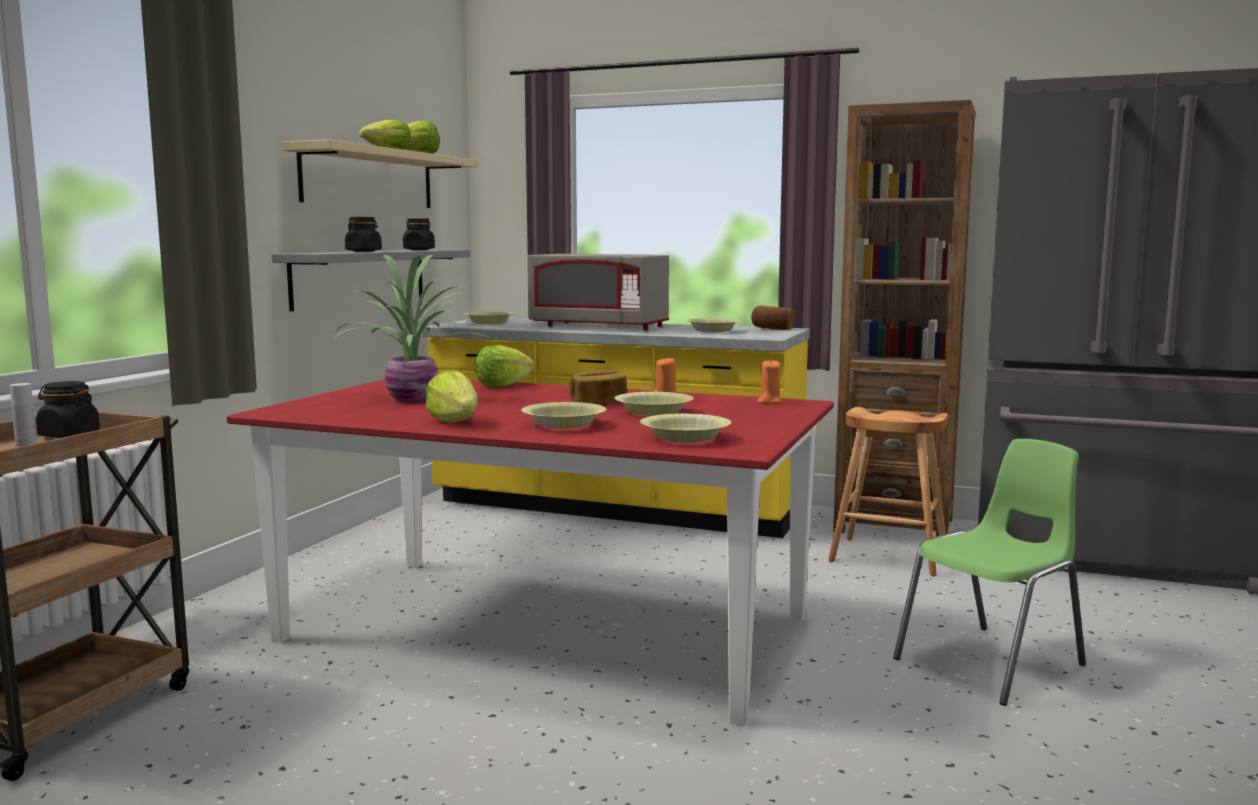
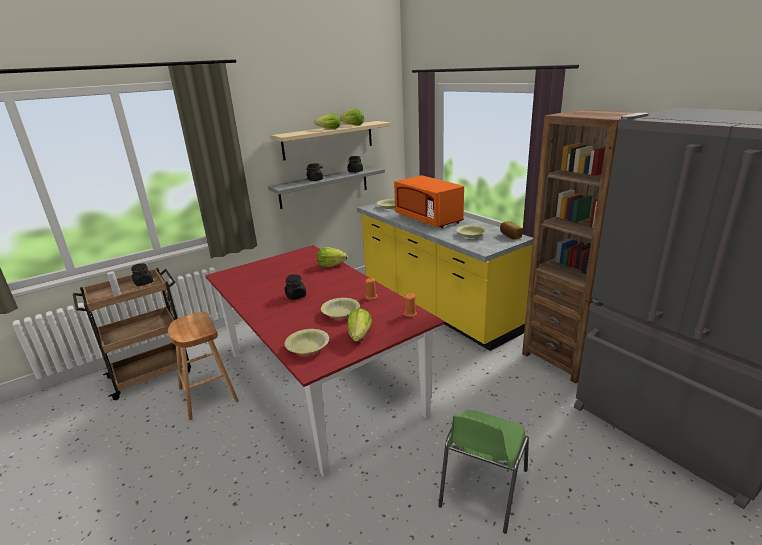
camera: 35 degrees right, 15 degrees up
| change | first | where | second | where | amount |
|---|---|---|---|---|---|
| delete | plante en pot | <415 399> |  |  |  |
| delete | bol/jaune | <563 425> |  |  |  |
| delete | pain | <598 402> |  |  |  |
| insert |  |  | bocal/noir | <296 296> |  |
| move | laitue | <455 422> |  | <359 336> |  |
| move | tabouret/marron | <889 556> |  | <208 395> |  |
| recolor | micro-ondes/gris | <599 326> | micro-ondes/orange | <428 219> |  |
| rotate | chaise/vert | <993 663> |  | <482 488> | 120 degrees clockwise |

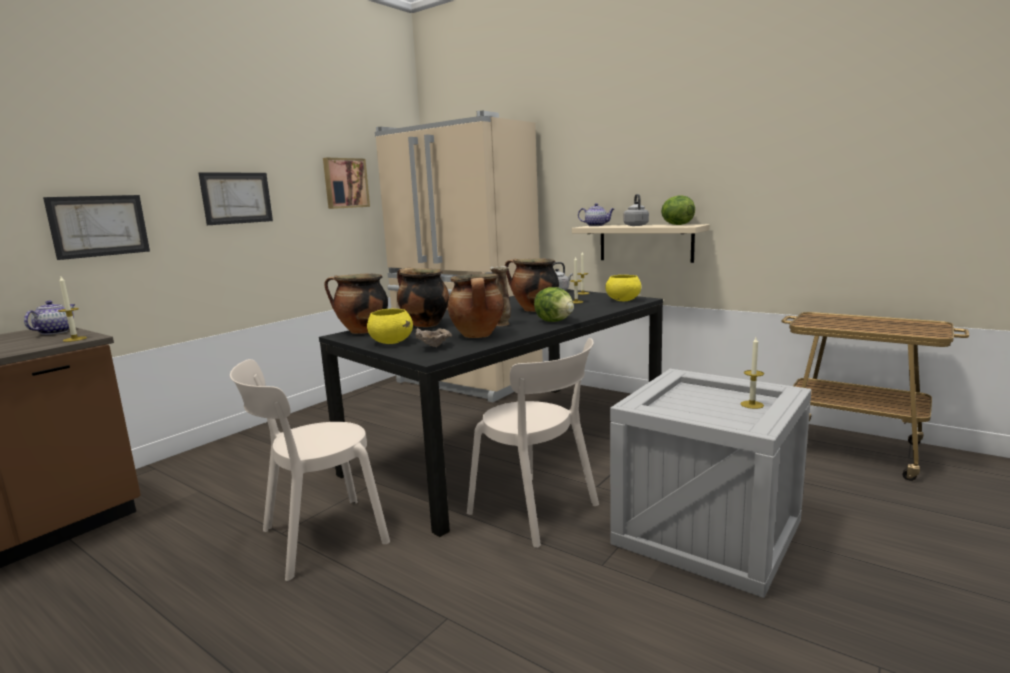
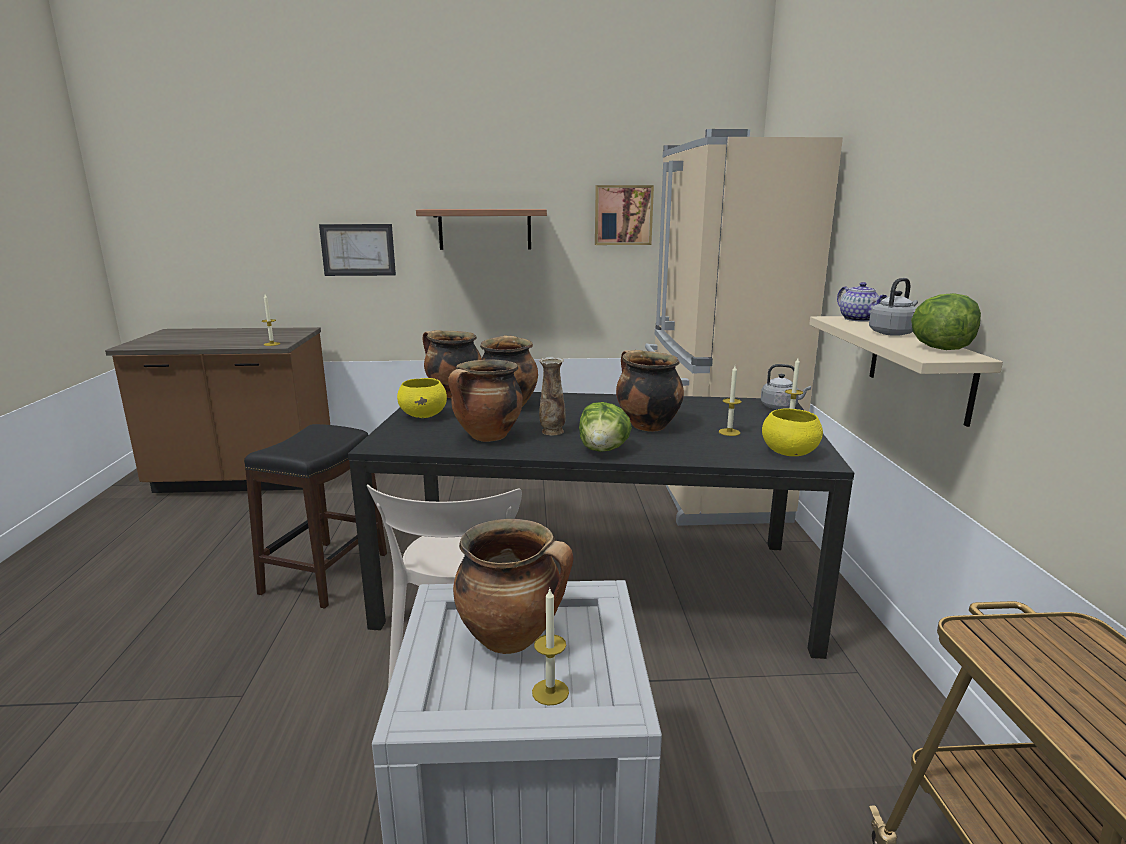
camera: 50 degrees right, 5 degrees up
| change | first | where | second | where | amount |
|---|---|---|---|---|---|
| delete | théière | <55 332> |  |  |  |
| delete | bol/beige | <434 347> |  |  |  |
| insert |  |  | marmite | <513 638> |  |
| replace | tableau | <236 198> | étagère | <485 229> |  |
| replace | chaise/beige | <317 538> | tabouret/noir | <324 573> |  |

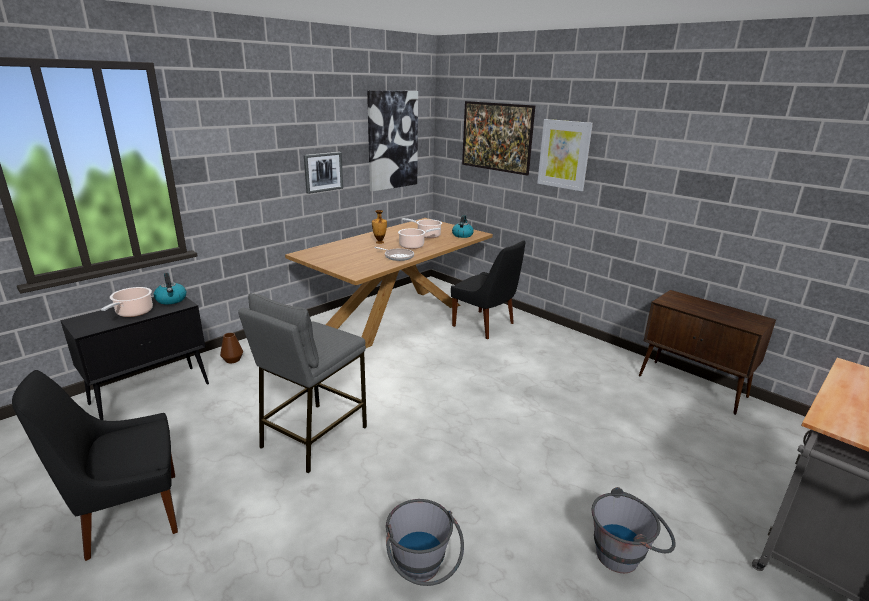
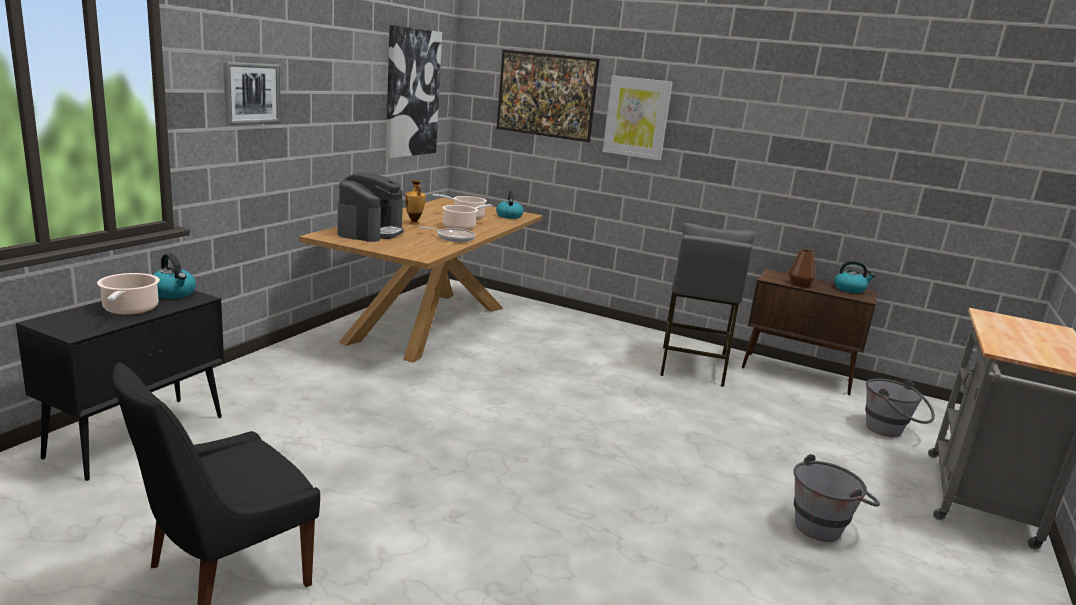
camera: 20 degrees left, 5 degrees down
| change | first | where | second | where | amount |
|---|---|---|---|---|---|
| delete | chaise/noir | <485 325> |  |  |  |
| insert |  |  | machine à café | <370 232> |  |
| insert |  |  | bouilloire | <849 289> |  |
| move | vase/marron | <232 360> |  | <799 284> |  |
| move | tabouret/gris | <313 436> |  | <692 366> |  |
| move | tableau | <323 172> |  | <251 93> |  |
| move | seau/gris | <422 571> |  | <891 431> |  |

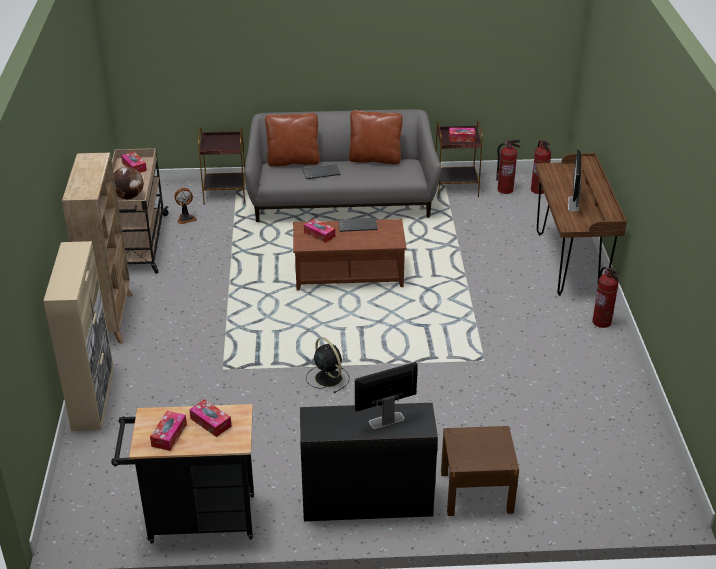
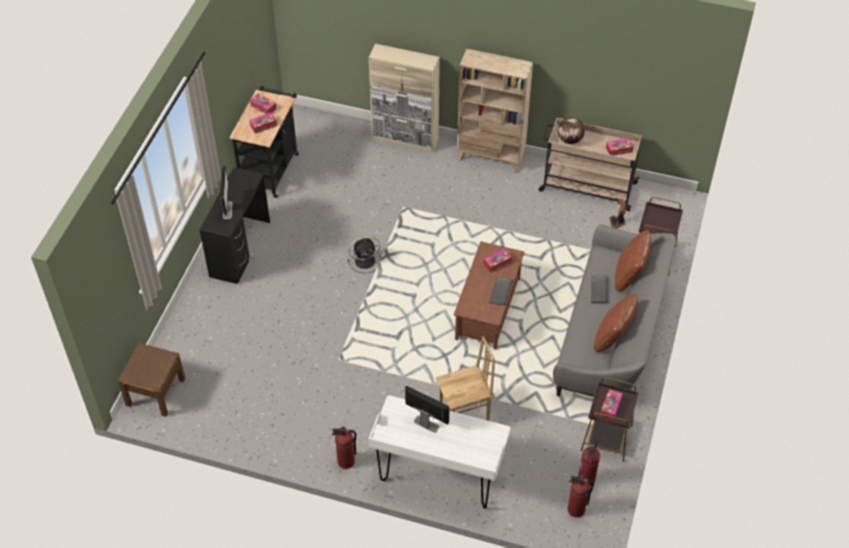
camera: 110 degrees right, 15 degrees up
| change | first | where | second | where | amount |
|---|---|---|---|---|---|
| insert |  |  | chaise/marron | <464 414> |  |
| move | table de chevet/marron | <476 492> |  | <155 392> |  |
| recolor | bureau/marron | <569 263> | bureau/blanc | <439 477> |  |

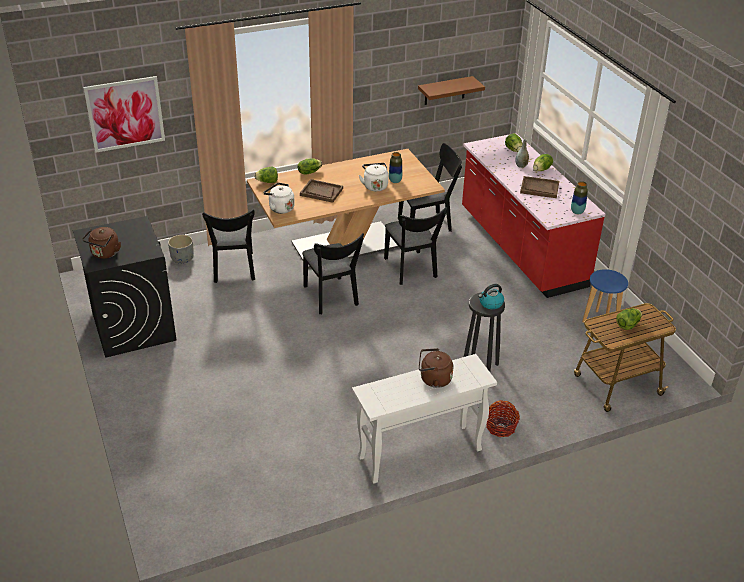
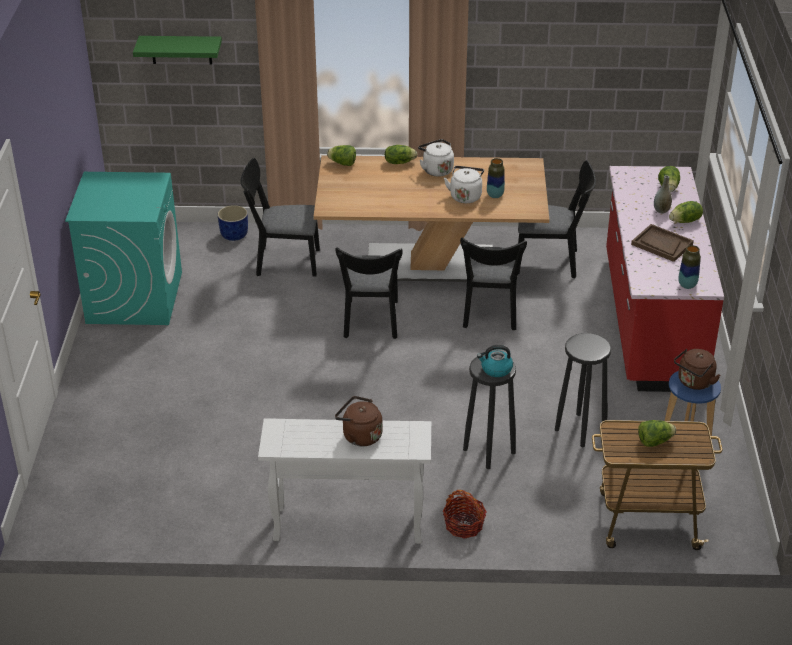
camera: 25 degrees right, 0 degrees up
| change | first | where | second | where | amount |
|---|---|---|---|---|---|
| delete | plateau/marron | <321 192> |  |  |  |
| delete | étagère/marron | <445 91> |  |  |  |
| insert |  |  | tabouret/noir | <579 430> |  |
| move | bouilloire/marron | <104 254> |  | <694 382> |  |
| move | bouilloire/blanc | <280 208> |  | <436 170> |  |
| replace | tableau | <125 114> | étagère/vert | <181 50> |  |
| recolor | lave-linge/noir | <133 326> | lave-linge/turquoise | <134 297> |  |
| recolor | cache-pot/gris | <182 259> | cache-pot/bleu | <233 235> |  |
| rotate | chaise/noir | <234 270> |  | <282 262> | 75 degrees clockwise |

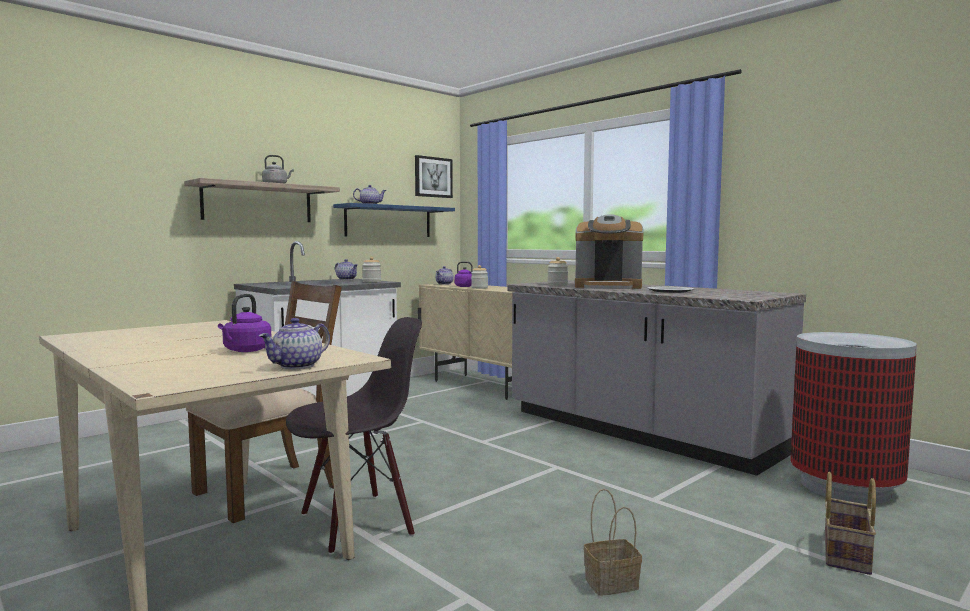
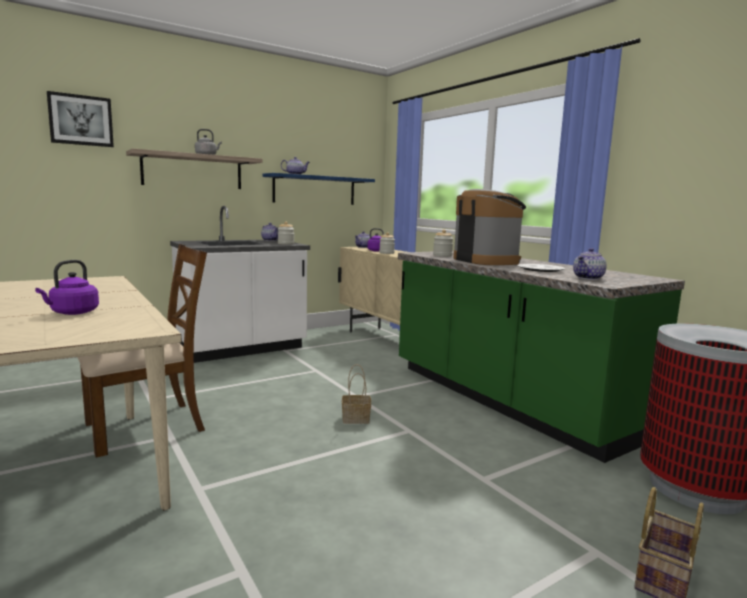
camera: 10 degrees right, 5 degrees up
| change | first | where | second | where | amount |
|---|---|---|---|---|---|
| delete | chaise/noir | <357 523> |  |  |  |
| move | théière | <297 366> |  | <588 278> |  |
| move | tableau | <433 177> |  | <81 120> |  |
| move | panier | <612 582> |  | <357 418> |  |
| recolor | comptoir de cuisine/gris | <638 431> | comptoir de cuisine/vert | <506 400> |  |
| rotate | machine à café | <608 287> |  | <486 261> | 135 degrees counterclockwise |

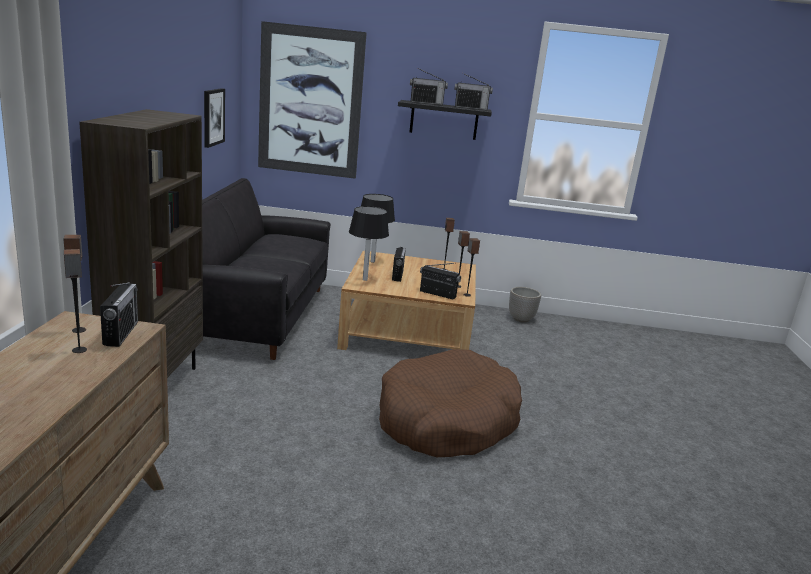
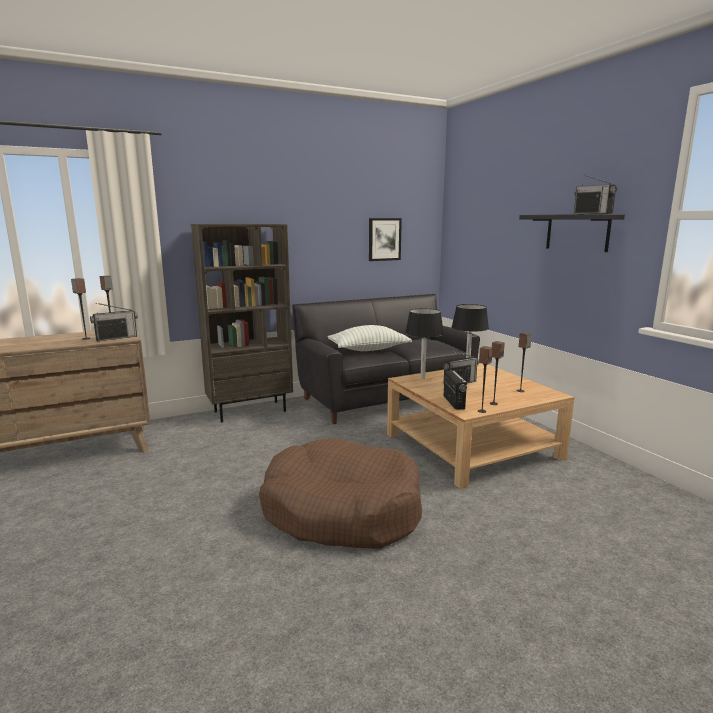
camera: 60 degrees right, 5 degrees down
| change | first | where | second | where | amount |
|---|---|---|---|---|---|
| delete | tableau | <310 102> |  |  |  |
| delete | radio | <426 103> |  |  |  |
| delete | cache-pot | <521 319> |  |  |  |
| insert |  |  | coussin | <369 350> |  |

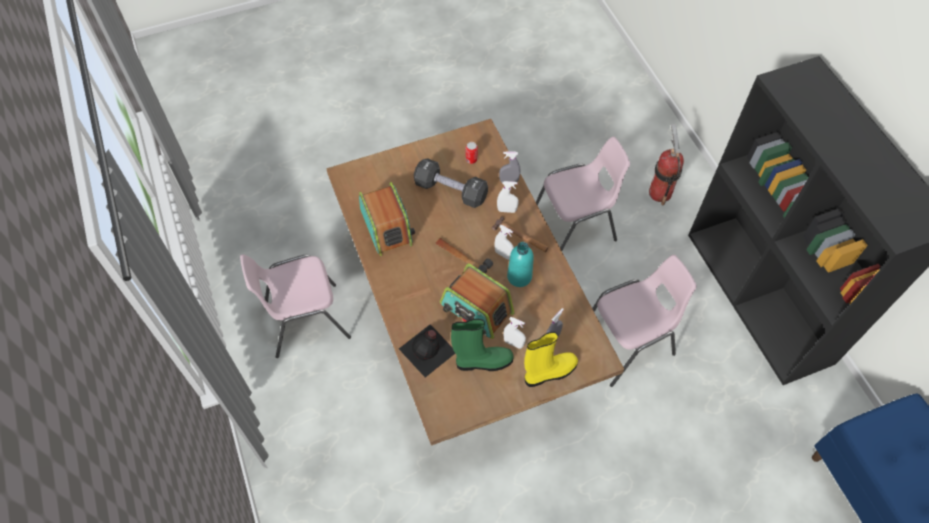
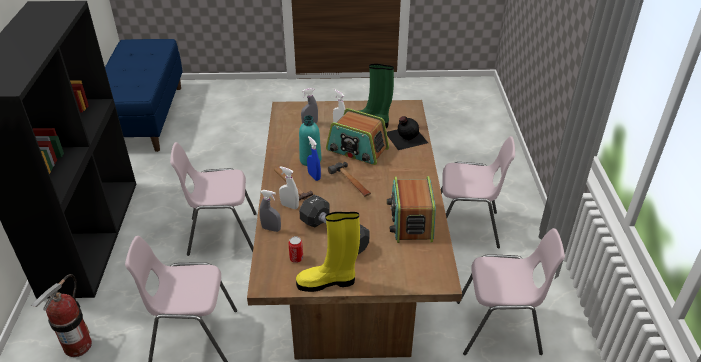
camera: 160 degrees left, 20 degrees down
| change | first | where | second | where | amount |
|---|---|---|---|---|---|
| insert |  |  | chaise/rose | <466 228> |  |
| move | botte/jaune | <548 372> |  | <328 282> |  |
| recolor | vaporisateur/blanc | <503 254> | vaporisateur/bleu | <314 176> |  |
| rotate | radio | <476 309> |  | <357 150> | 150 degrees clockwise |

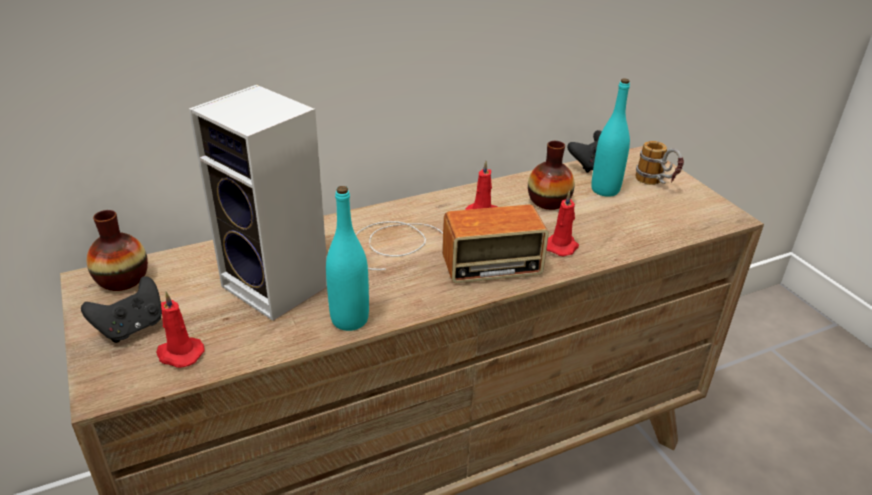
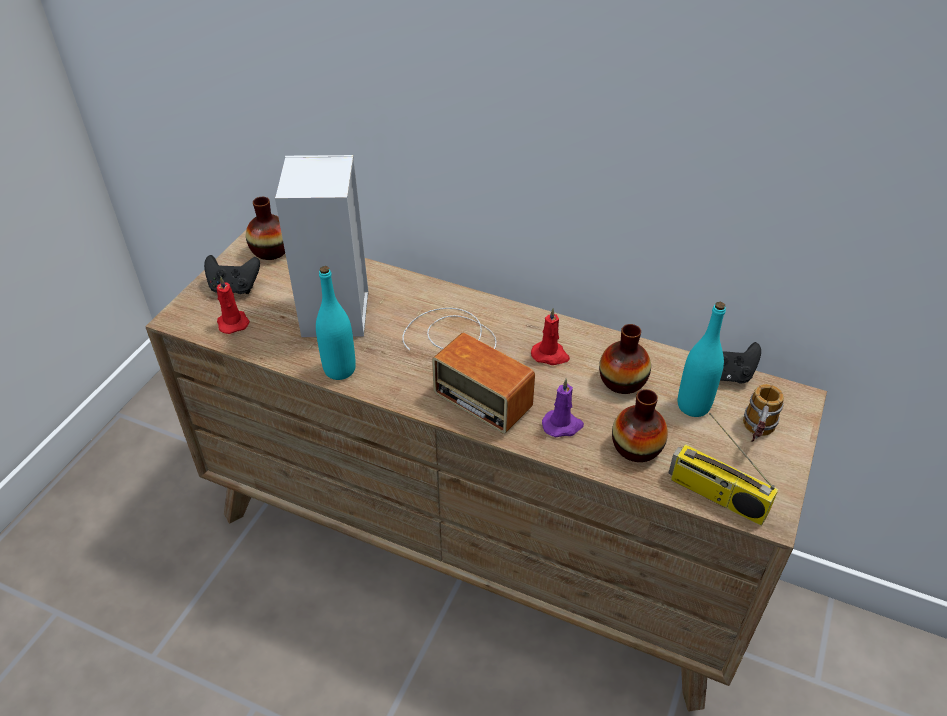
camera: 50 degrees right, 10 degrees up
| change | first | where | second | where | amount |
|---|---|---|---|---|---|
| insert |  |  | vase | <636 447> |  |
| insert |  |  | radio | <716 496> |  |
| recolor | bougie/rouge | <561 246> | bougie/violet | <562 425> |  |

